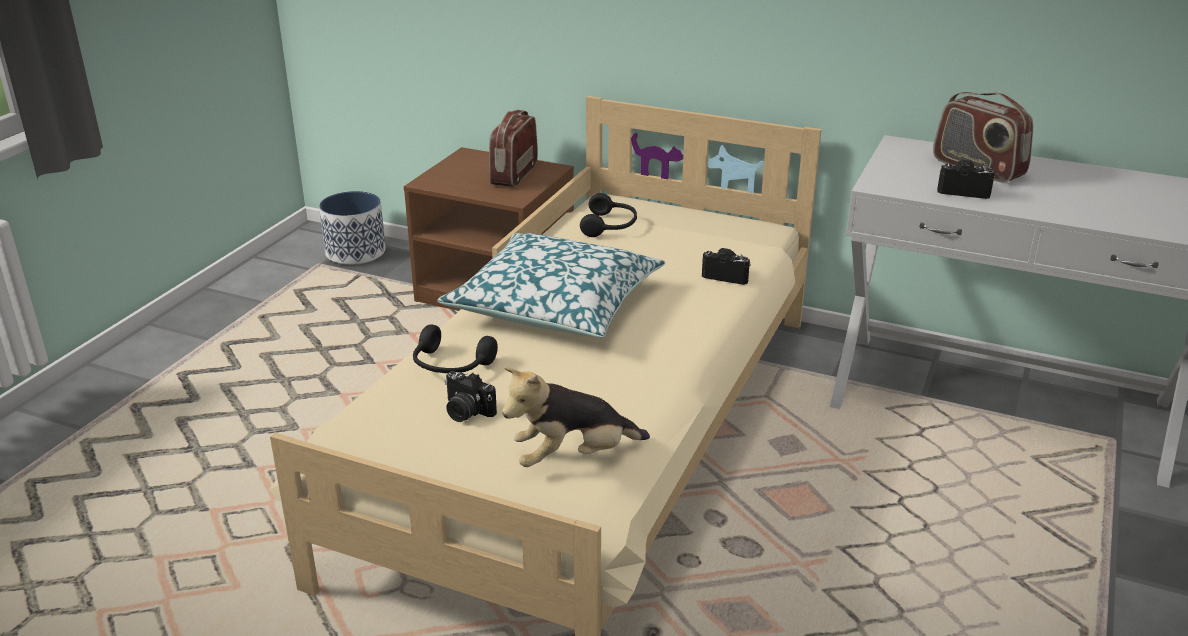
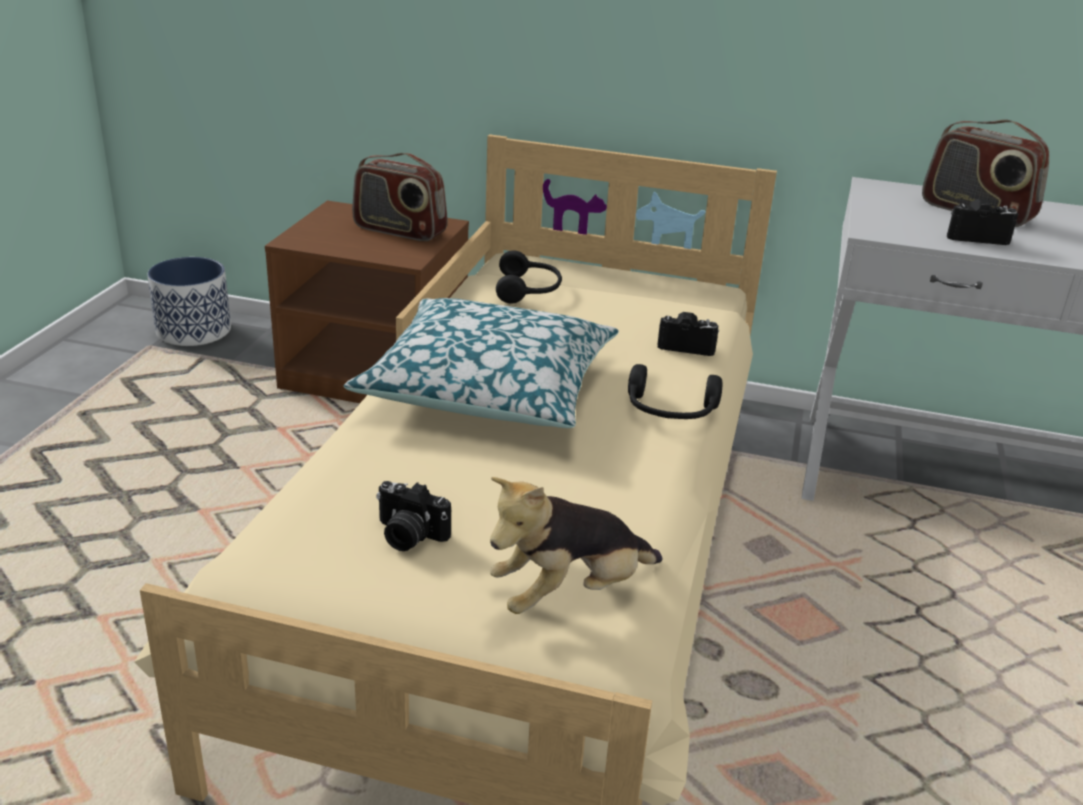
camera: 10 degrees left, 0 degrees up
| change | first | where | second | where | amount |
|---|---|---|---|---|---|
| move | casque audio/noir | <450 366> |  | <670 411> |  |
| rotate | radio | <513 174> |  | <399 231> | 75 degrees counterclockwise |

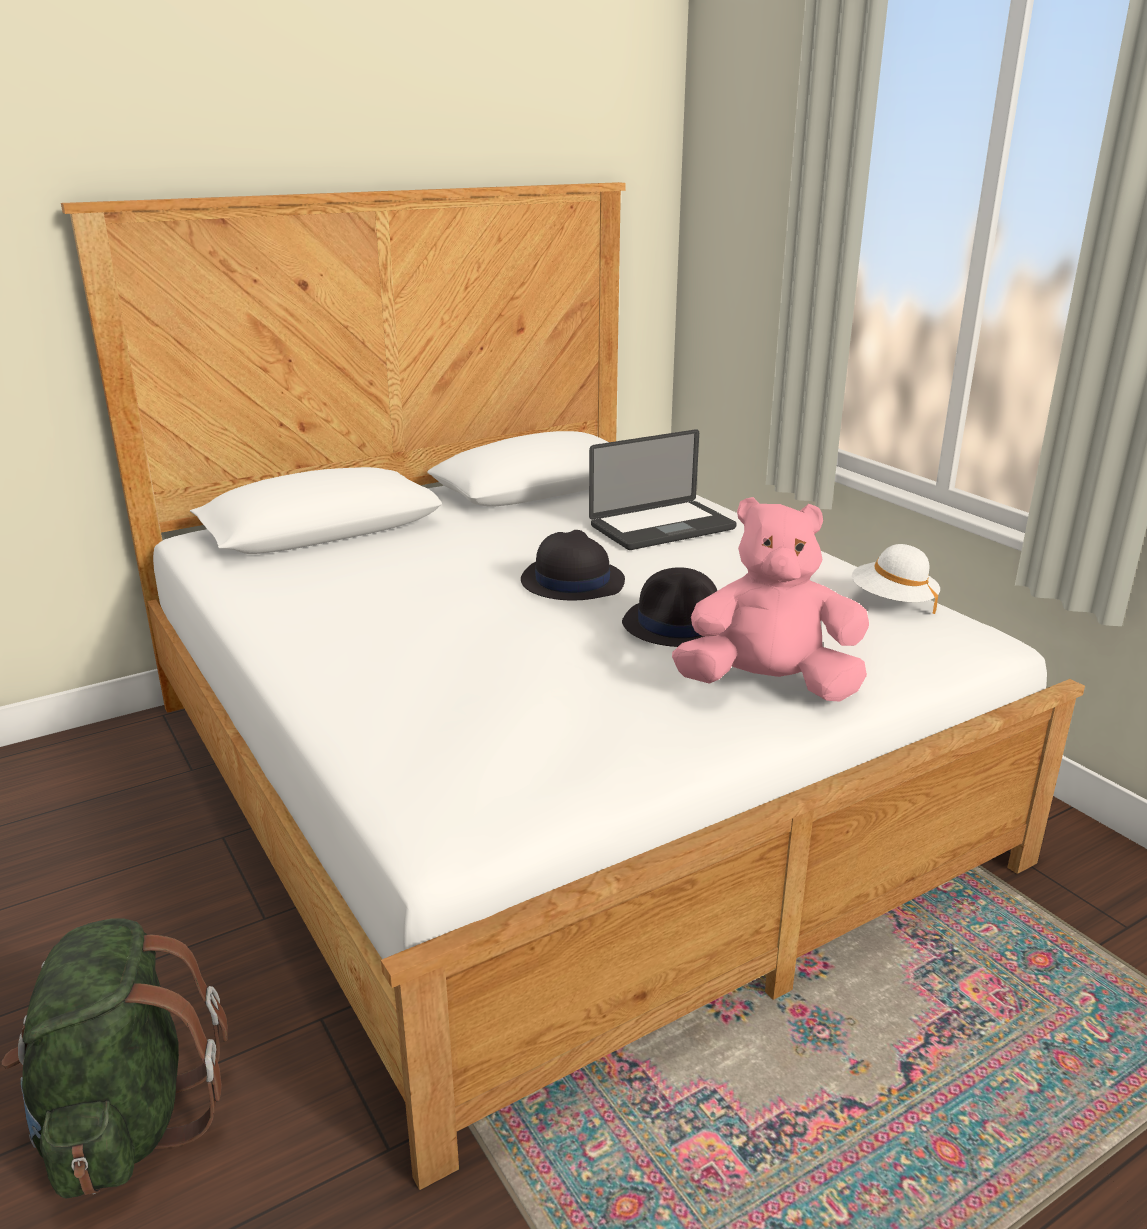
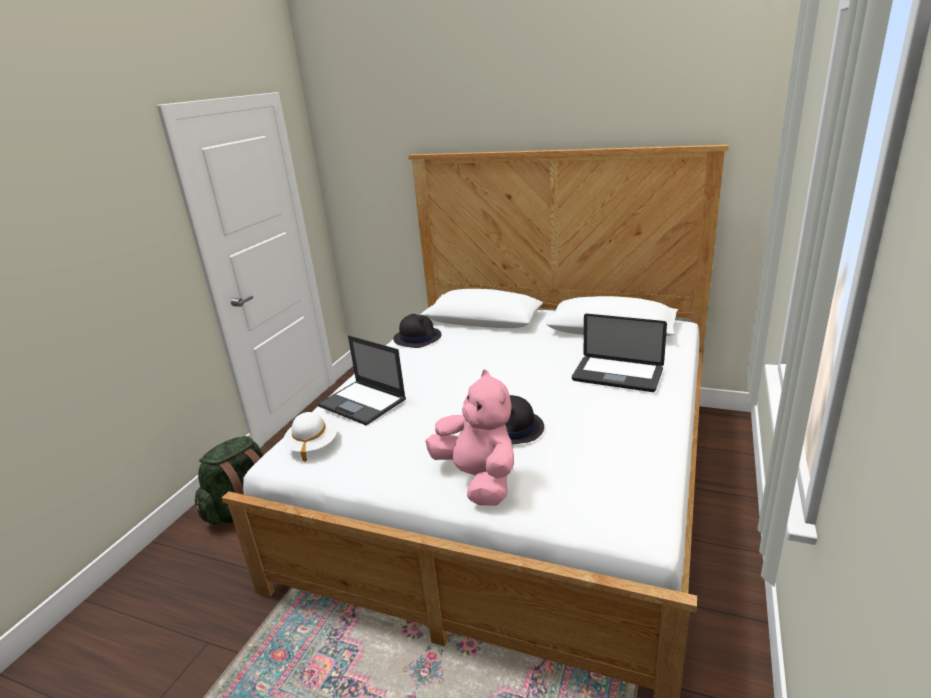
camera: 55 degrees right, 0 degrees up
| change | first | where | second | where | amount |
|---|---|---|---|---|---|
| insert |  |  | ordinateur portable | <363 403> |  |
| move | chapeau/noir | <571 581> |  | <417 337> |  |
| move | chapeau/blanc | <892 602> |  | <312 445> |  |

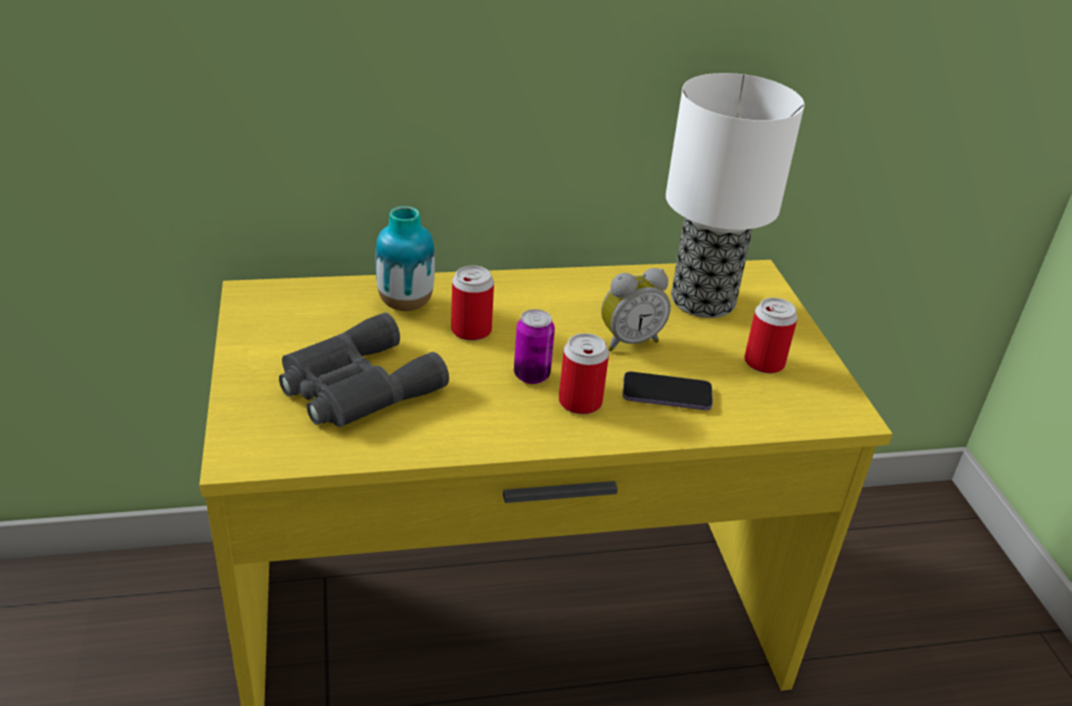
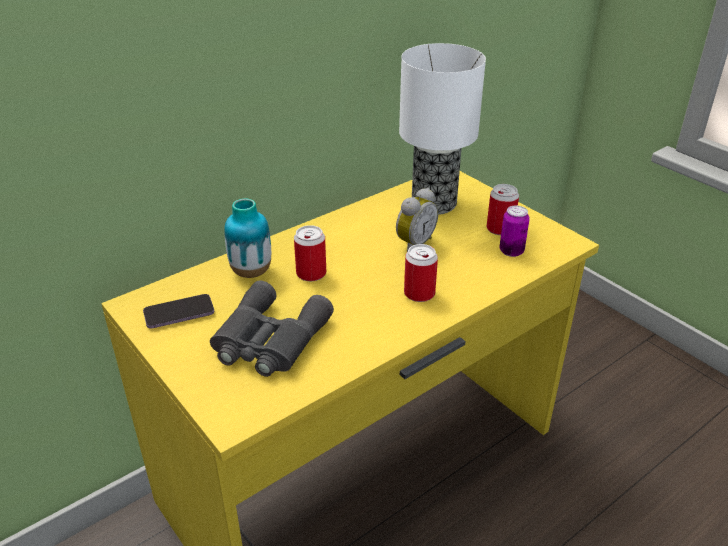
camera: 25 degrees left, 0 degrees up
| change | first | where | second | where | amount |
|---|---|---|---|---|---|
| move | boîte métallique | <531 375> |  | <511 251> |  |
| move | téléphone | <666 394> |  | <179 313> |  |

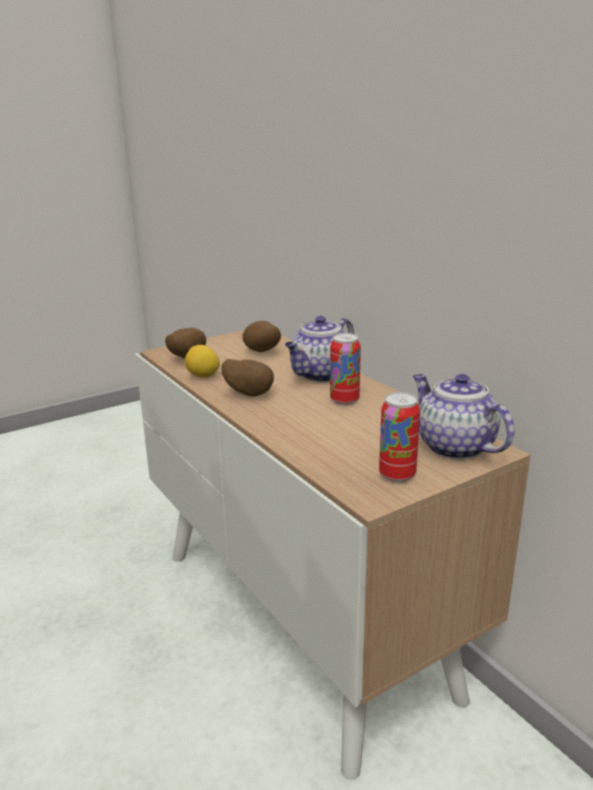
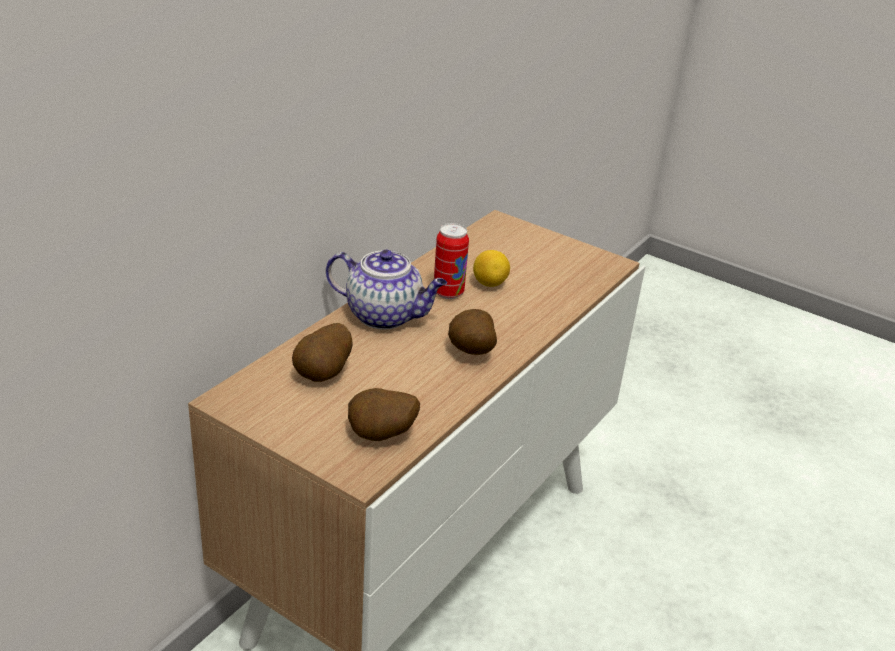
camera: 115 degrees left, 10 degrees up
| change | first | where | second | where | amount |
|---|---|---|---|---|---|
| delete | boîte métallique | <397 475> |  |  |  |
| delete | théière | <453 446> |  |  |  |
| move | citron | <203 376> |  | <489 284> |  |

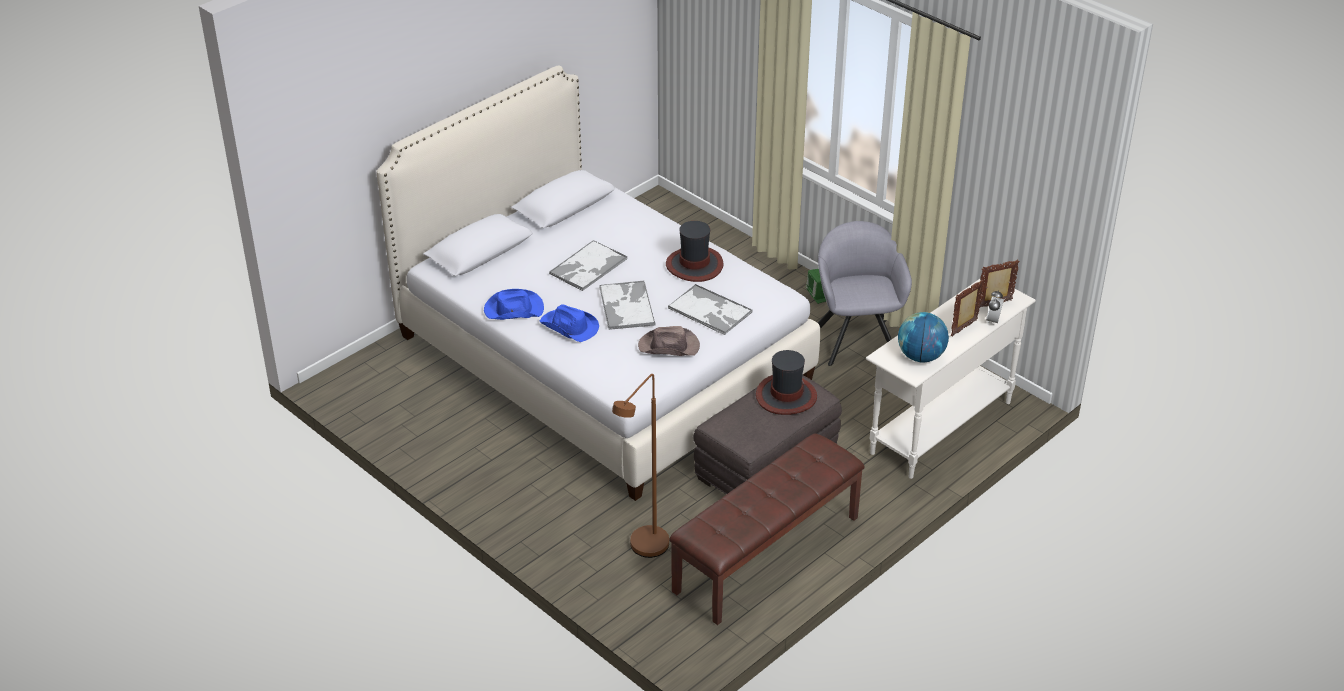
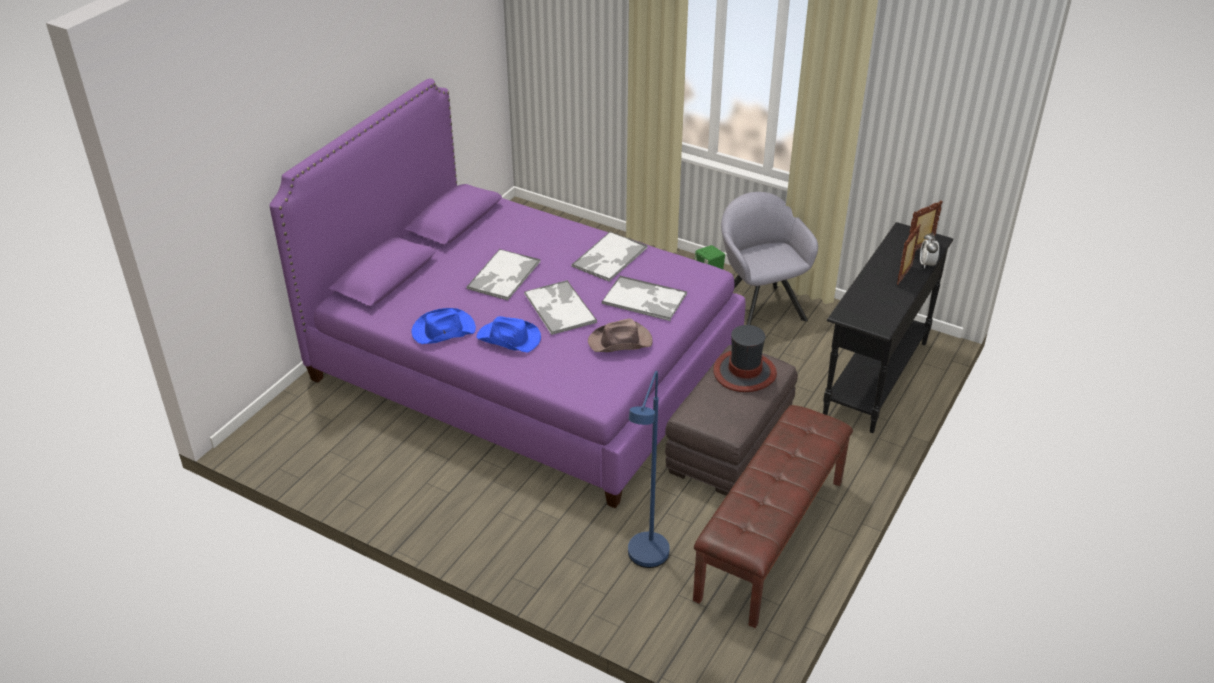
camera: 15 degrees left, 0 degrees up
| change | first | where | second | where | amount |
|---|---|---|---|---|---|
| delete | globe | <921 356> |  |  |  |
| replace | chapeau | <694 265> | plateau | <609 258> |  |
| recolor | lit/blanc | <602 357> | lit/violet | <524 366> |  |
| recolor | lampadaire/marron | <644 551> | lampadaire/bleu | <645 561> |  |
| recolor | table console/blanc | <940 427> | table console/noir | <875 378> |  |

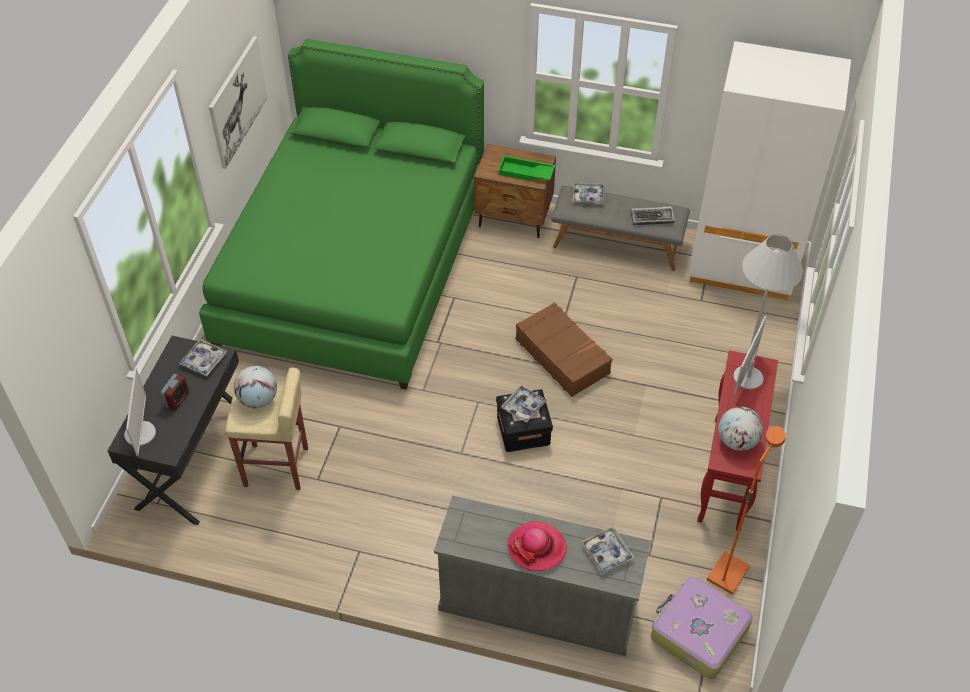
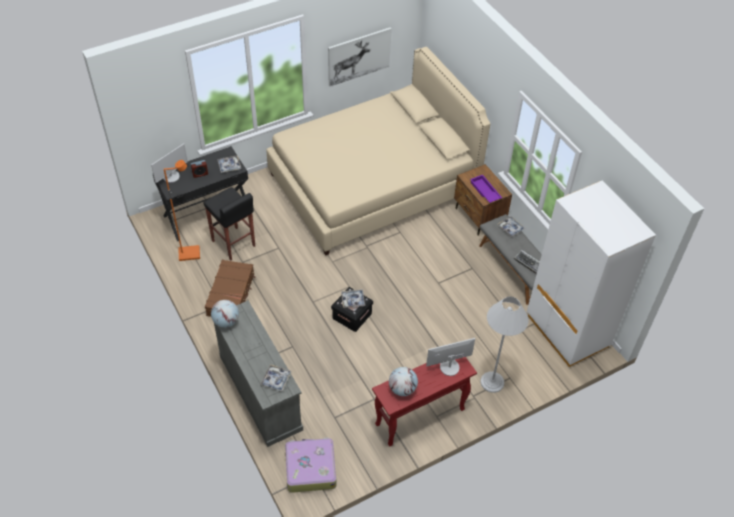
camera: 45 degrees right, 0 degrees up
| change | first | where | second | where | amount |
|---|---|---|---|---|---|
| delete | chapeau | <536 548> |  |  |  |
| move | globe | <258 399> |  | <226 321> |  |
| move | valise/marron | <562 356> |  | <231 294> |  |
| move | lampadaire/orange | <727 573> |  | <189 253> |  |
| recolor | lit/vert | <354 268> | lit/beige | <372 184> |  |
| recolor | tabouret/beige | <277 467> | tabouret/noir | <233 244> |  |
| recolor | plateau/vert | <525 173> | plateau/violet | <484 191> |  |

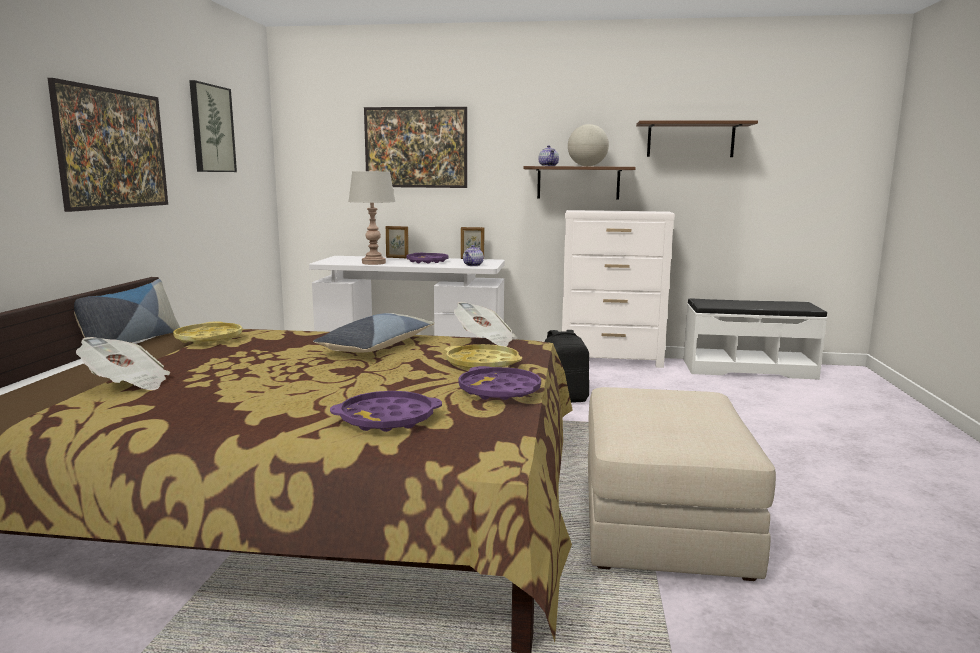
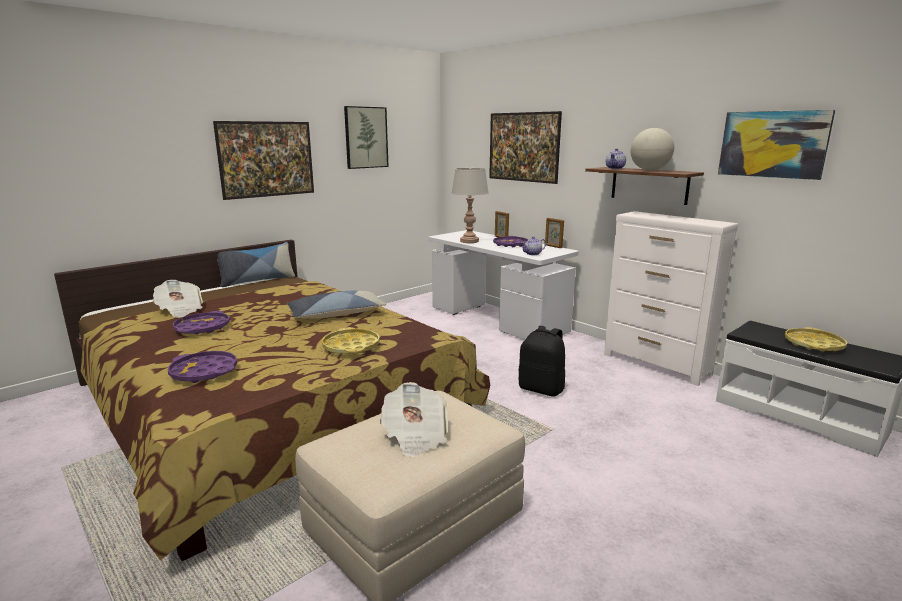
camera: 40 degrees right, 5 degrees up
| change | first | where | second | where | amount |
|---|---|---|---|---|---|
| move | plateau/jaune | <209 339> |  | <813 344> |  |
| move | journal | <485 340> |  | <415 436> |  |
| move | plateau/violet | <499 391> |  | <202 328> |  |
| replace | étagère/marron | <690 140> | tableau | <772 144> |  |

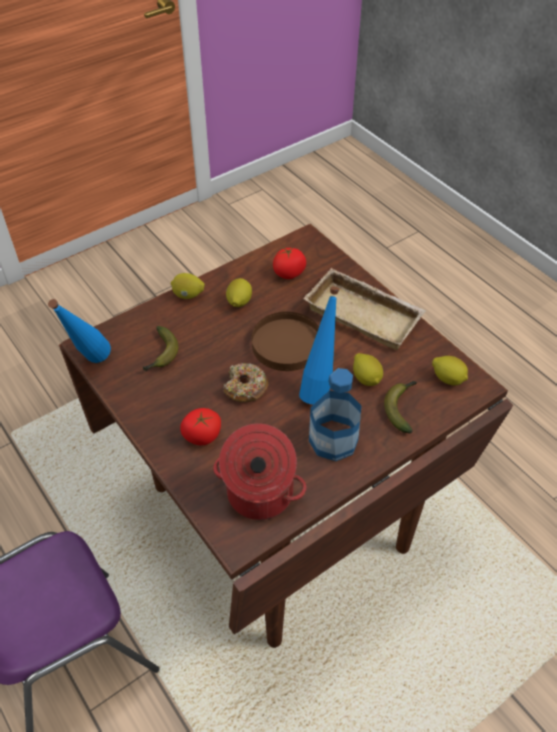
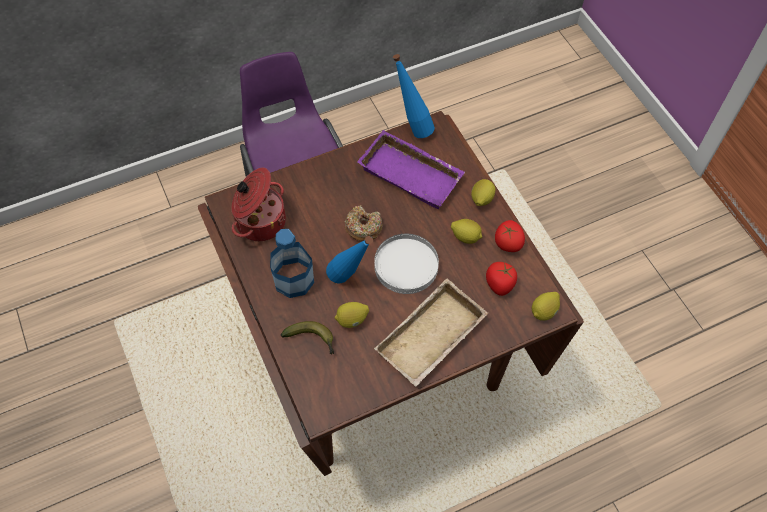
camera: 100 degrees right, 10 degrees up
| change | first | where | second | where | amount |
|---|---|---|---|---|---|
| move | tomate | <202 436> |  | <507 243> |  |
| move | citron | <448 379> |  | <544 311> |  |
| replace | banane | <161 355> | plateau/violet | <413 173> |  |
| recolor | assiette/marron | <287 344> | assiette/blanc | <405 266> |  |

